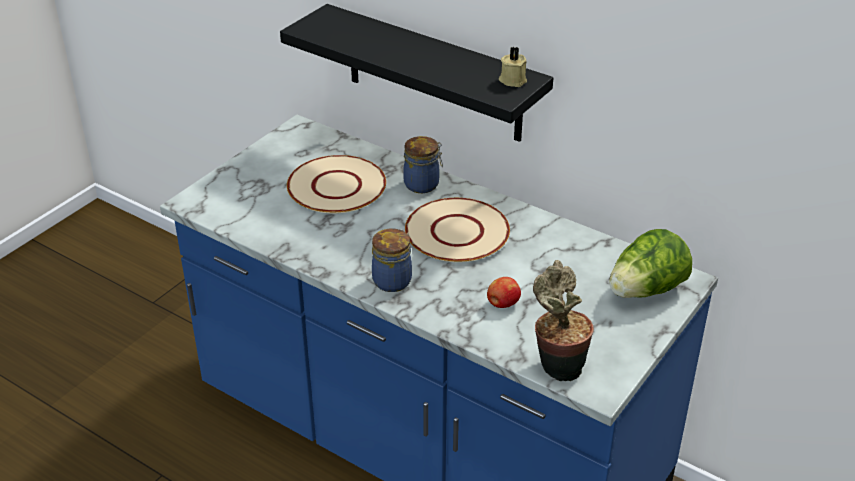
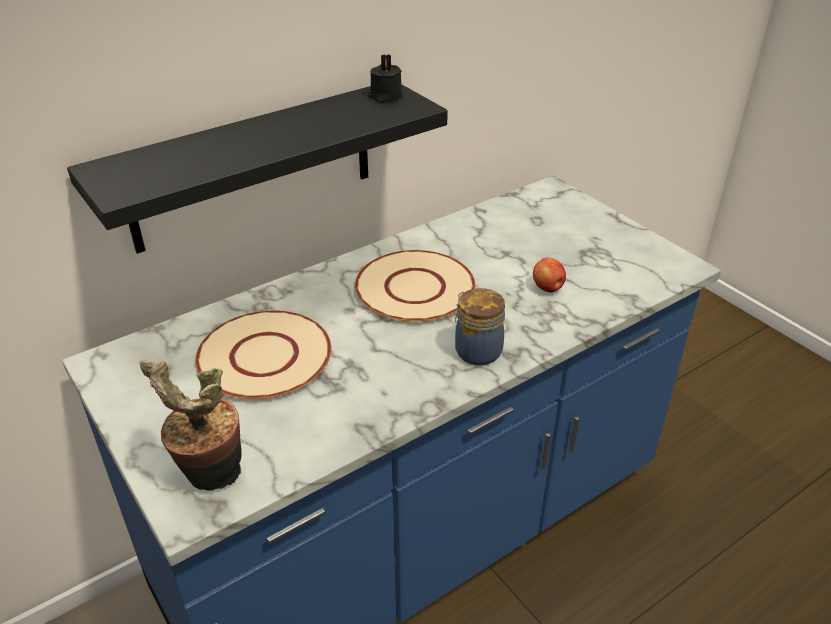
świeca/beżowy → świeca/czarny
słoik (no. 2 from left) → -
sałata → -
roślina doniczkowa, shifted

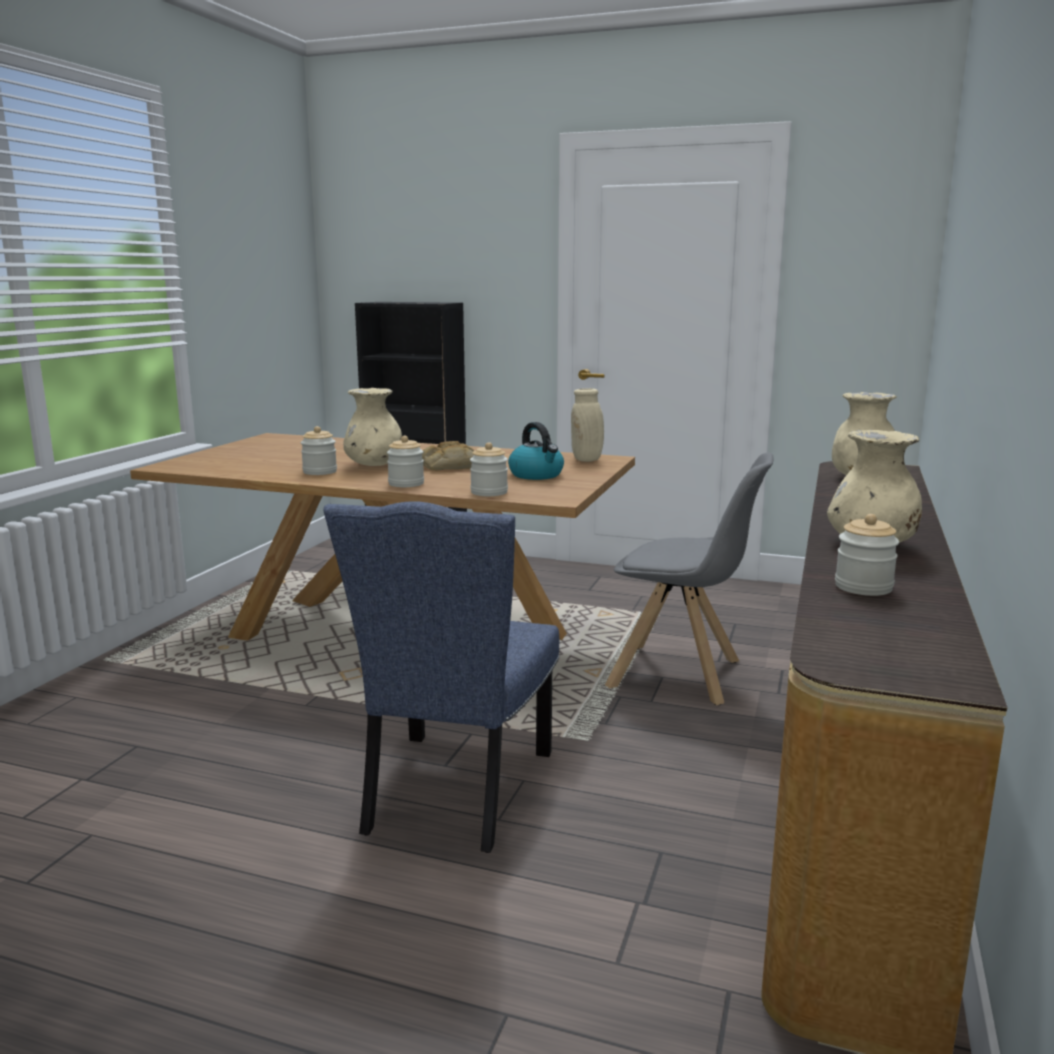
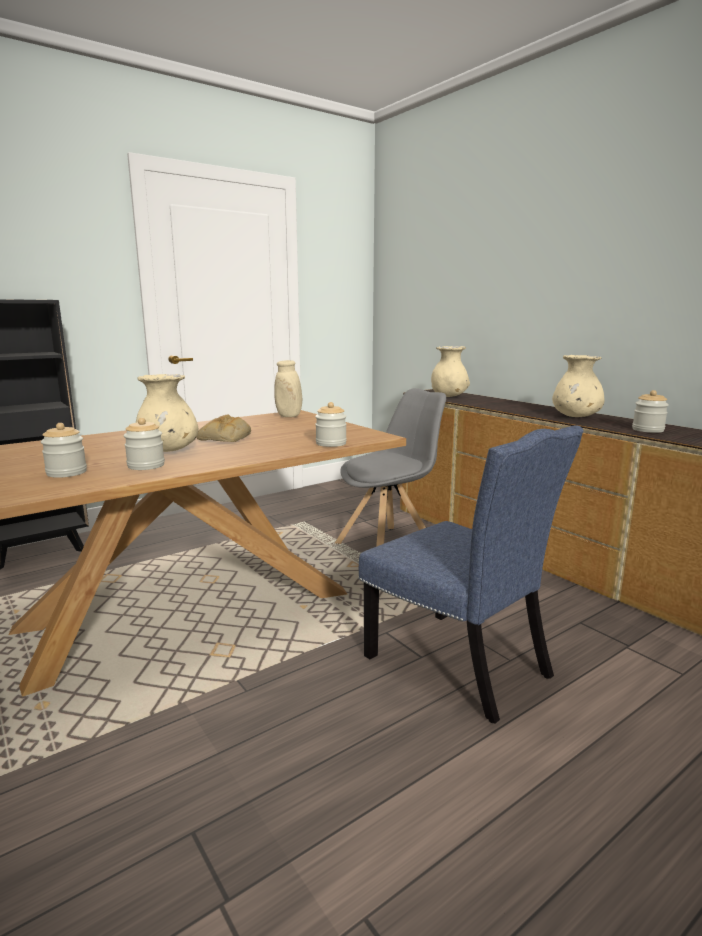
czajnik → -
słoik (no. 2 from left in the first image) → słoik (no. 1 from left), shifted

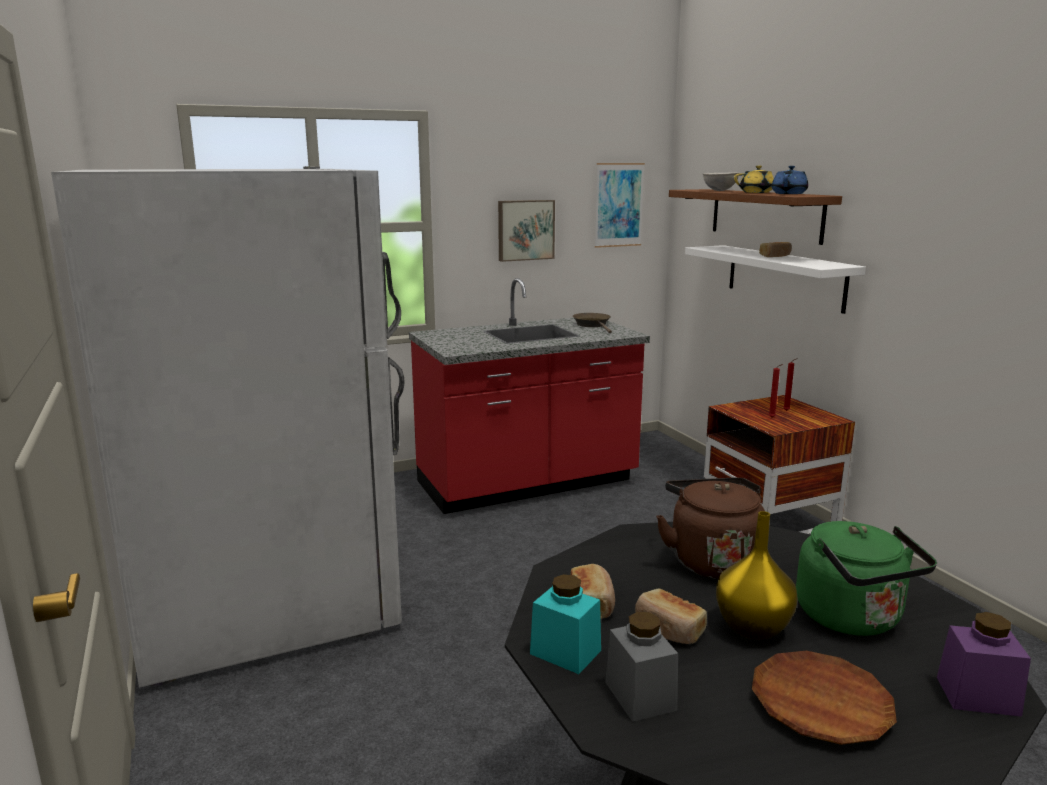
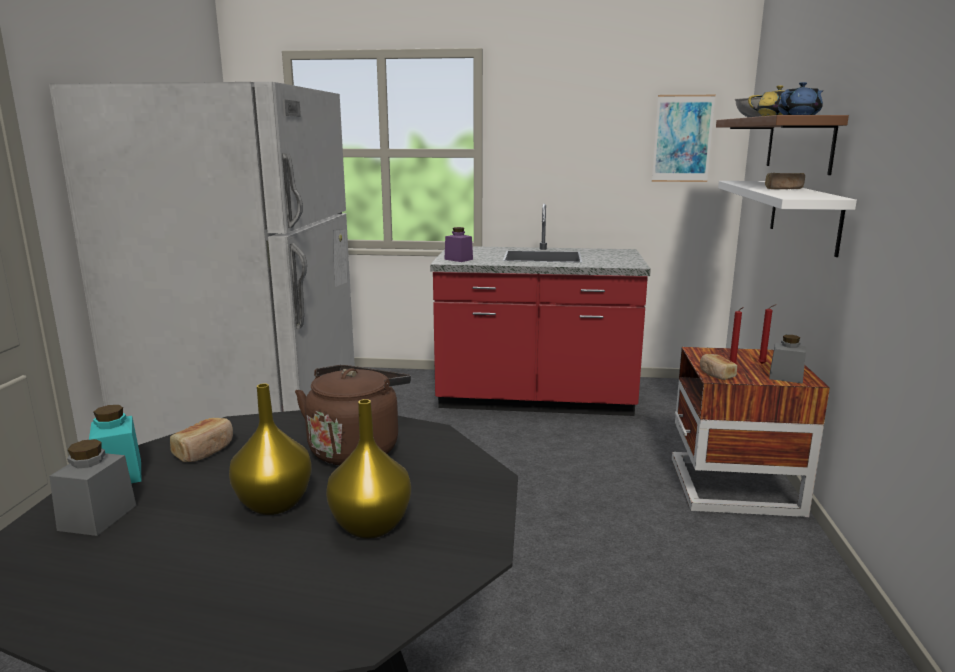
obraz (no. 1 from left) → -
patelnia/brązowy → -
czajnik/zielony → wazon/żółty (no. 2 from left)
chleb (no. 2 from left), shifted
słoik/fioletowy, shifted
talerz/brązowy → -
- → słoik/szary (no. 2 from left)

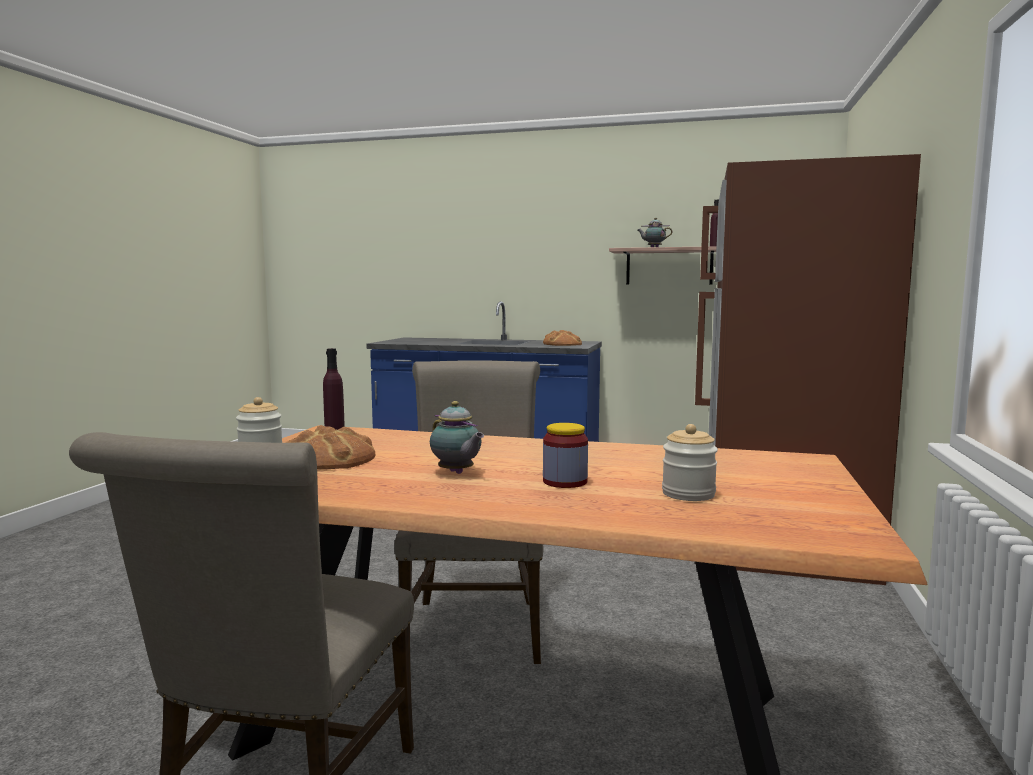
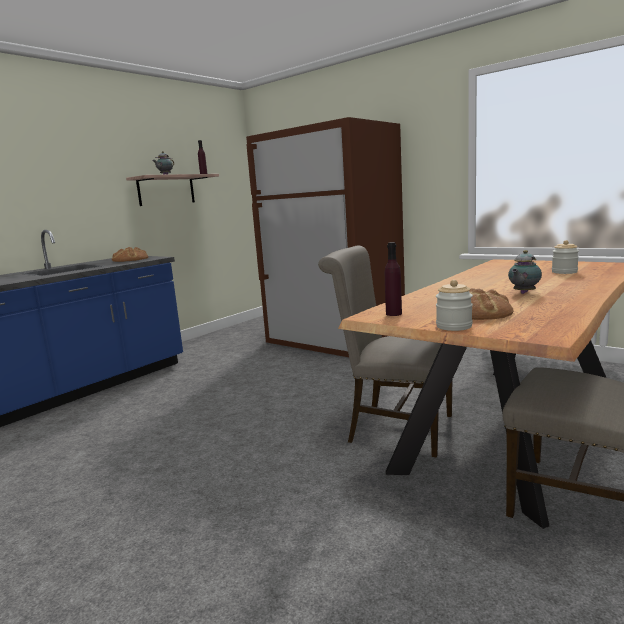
imbryk (no. 1 from left in the first image) → imbryk (no. 2 from left), 150 degrees clockwise
słoik (no. 2 from left) → -

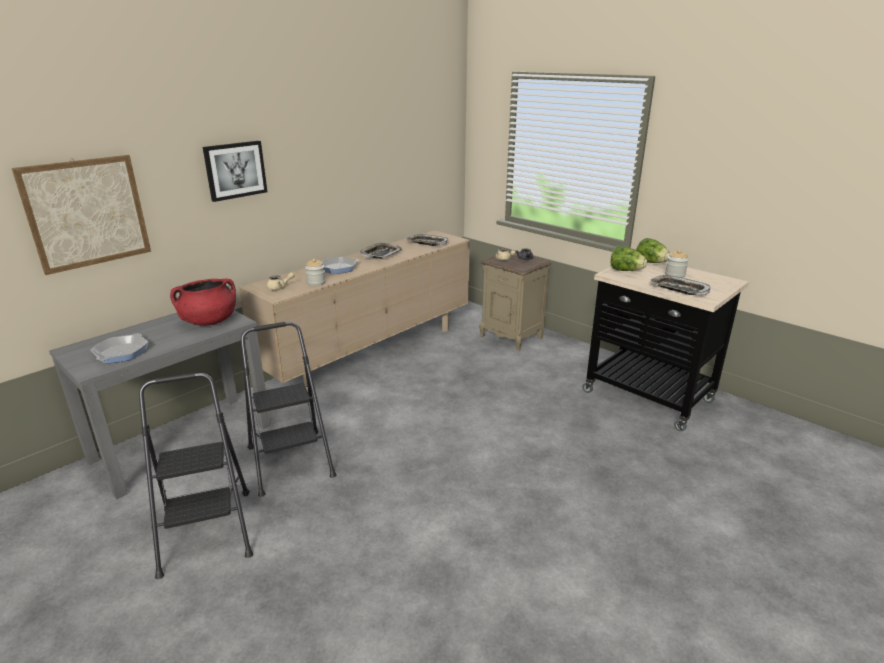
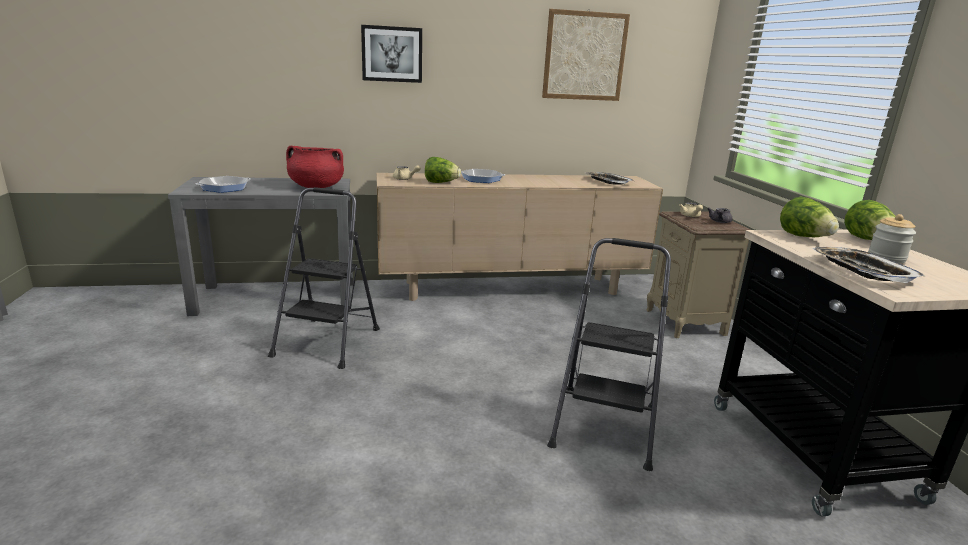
obraz (no. 1 from left in the first image) → obraz (no. 2 from left), shifted
taca (no. 1 from left) → -
słoik (no. 1 from left) → sałata (no. 1 from left)
drabinka/czarny (no. 1 from left in the first image) → drabinka/czarny (no. 2 from left), shifted

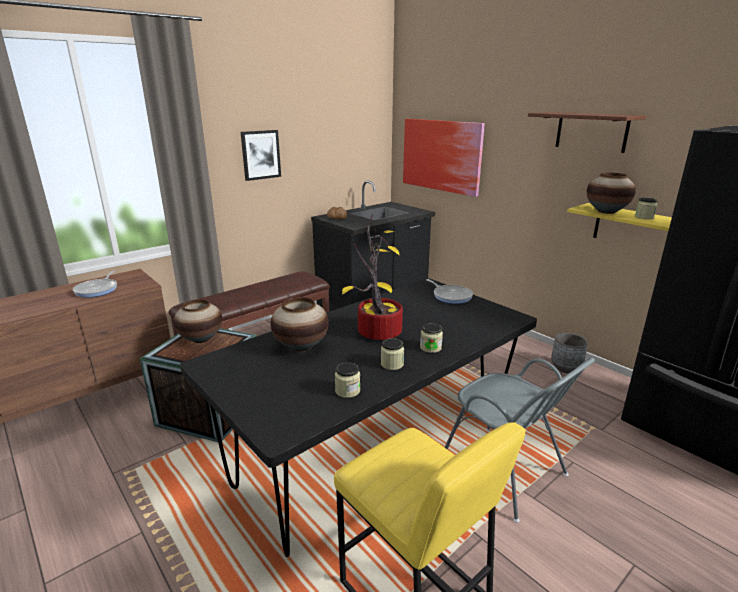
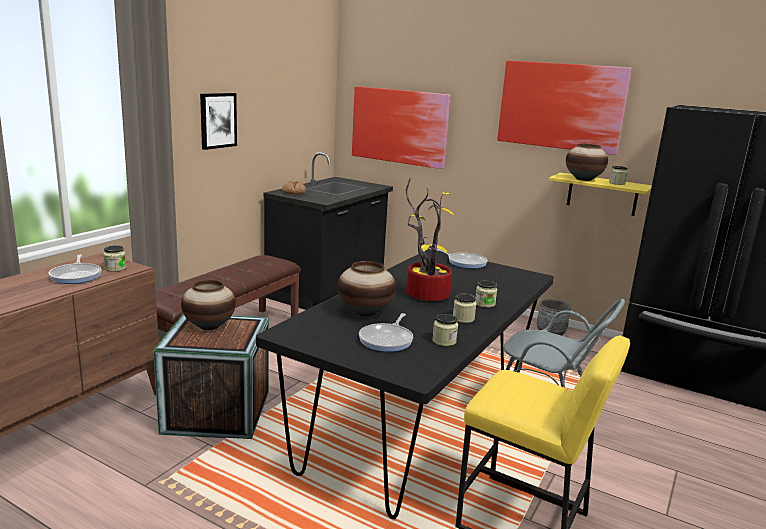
półka/brązowy → obraz (no. 3 from left)
- → słoik (no. 1 from left)
- → patelnia (no. 2 from left)

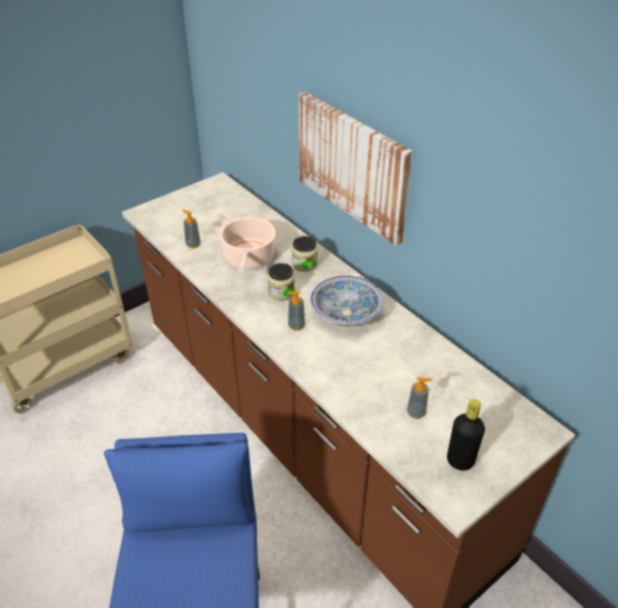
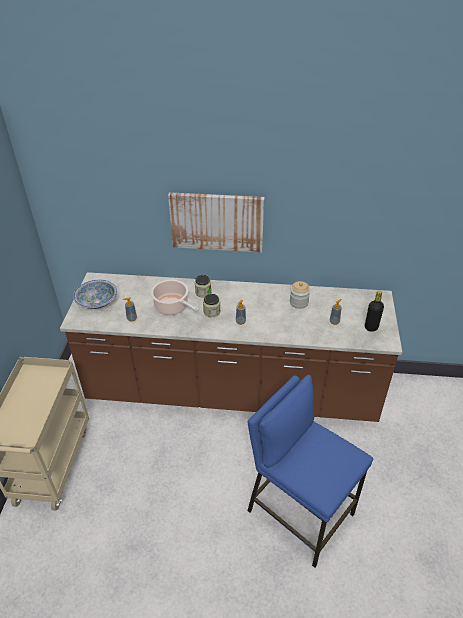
miska, shifted
- → słoik (no. 3 from left)

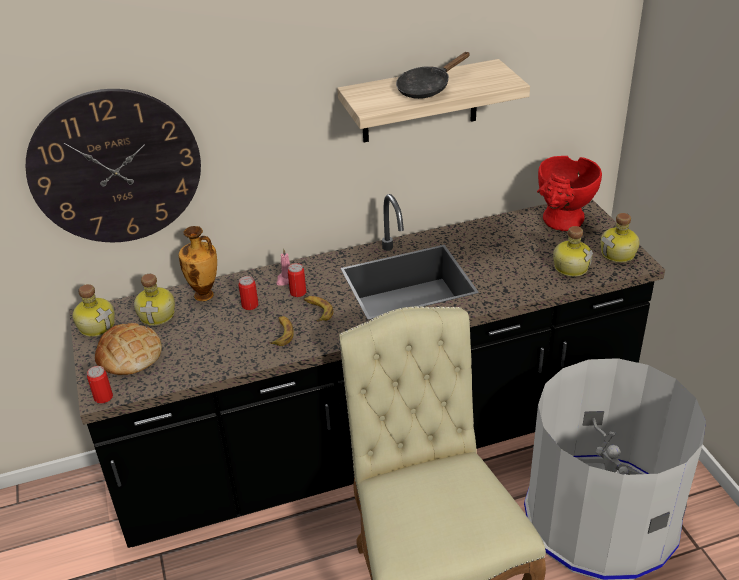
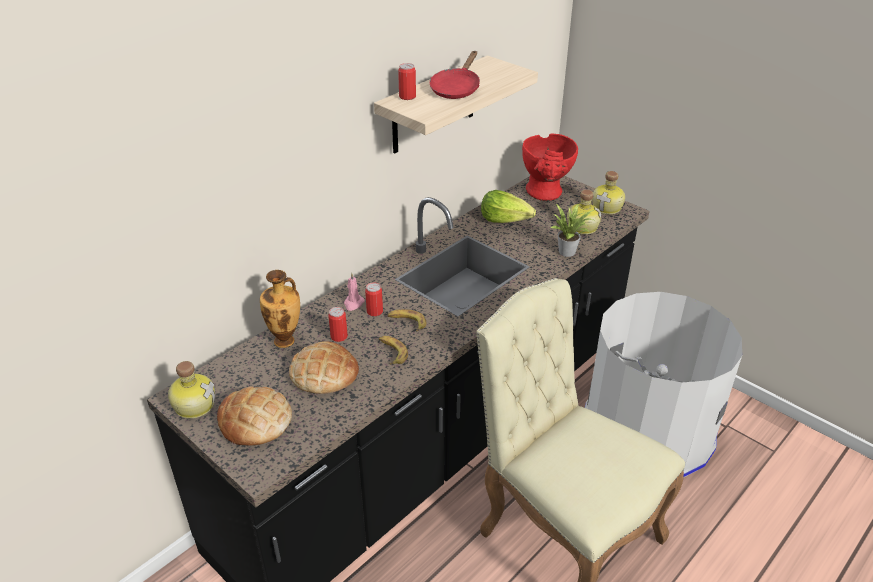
patelnia/czarny → patelnia/czerwony
zegar ścienny → -
butelka (no. 2 from left) → -
puszka (no. 1 from left in the first image) → puszka (no. 3 from left), shifted
- → sałata
- → roślina doniczkowa
- → chleb (no. 2 from left)

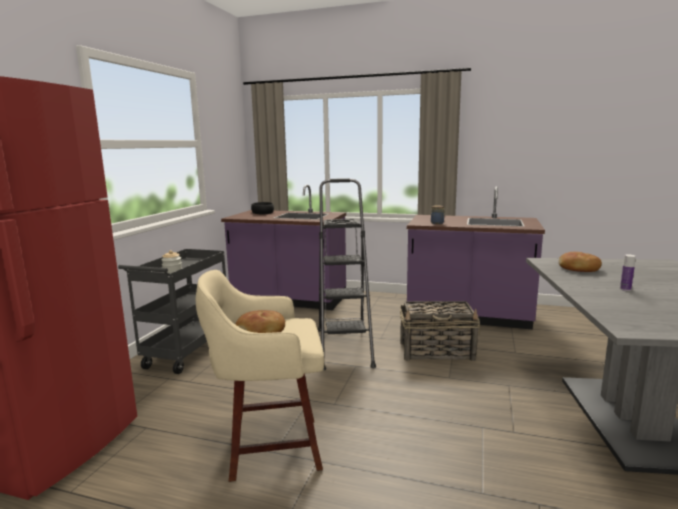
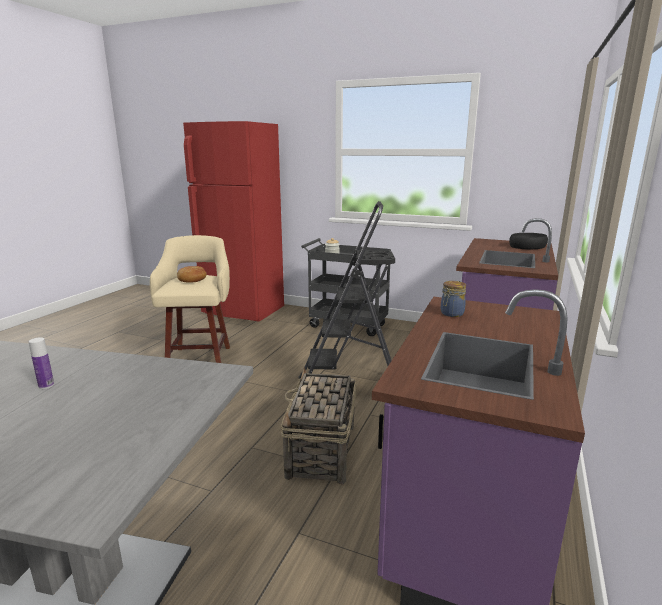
chleb (no. 2 from left) → -

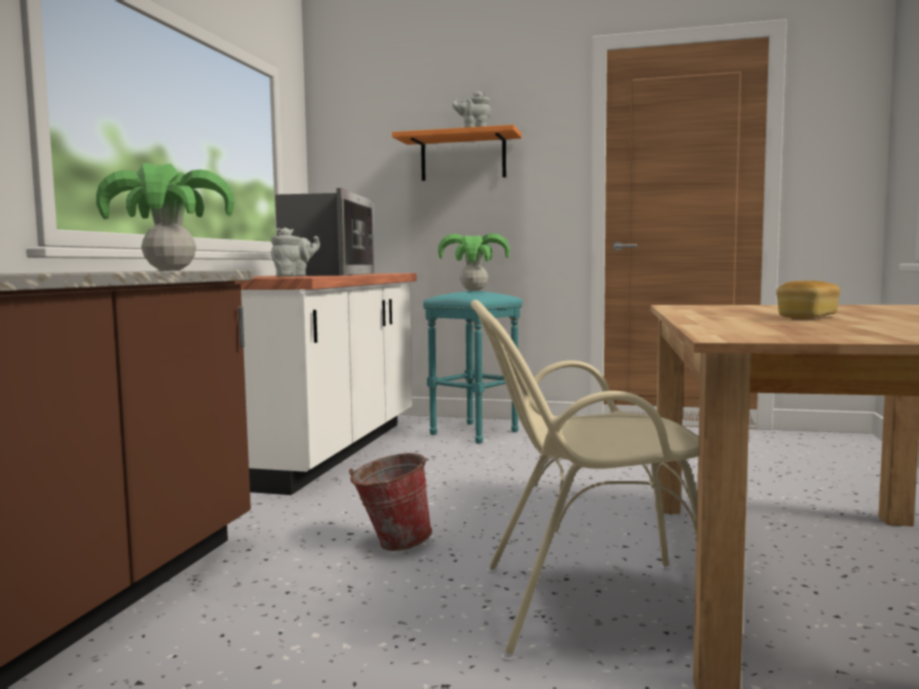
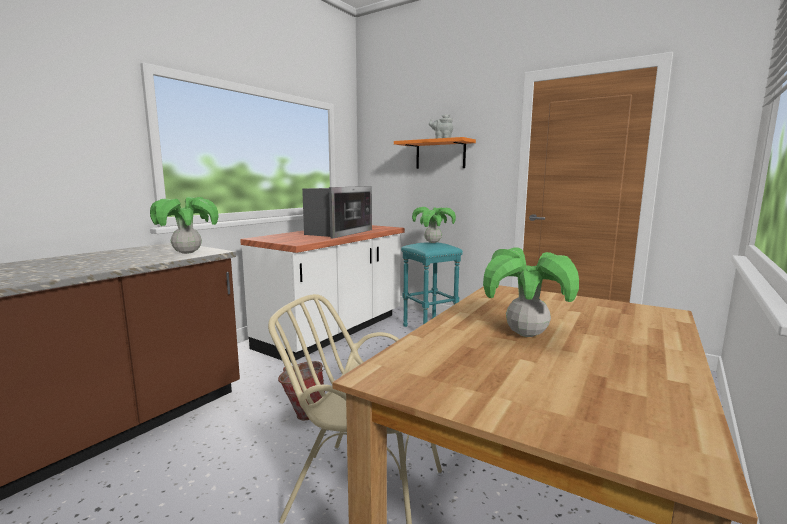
imbryk/szary (no. 1 from left) → -
chleb → roślina doniczkowa (no. 3 from left)

